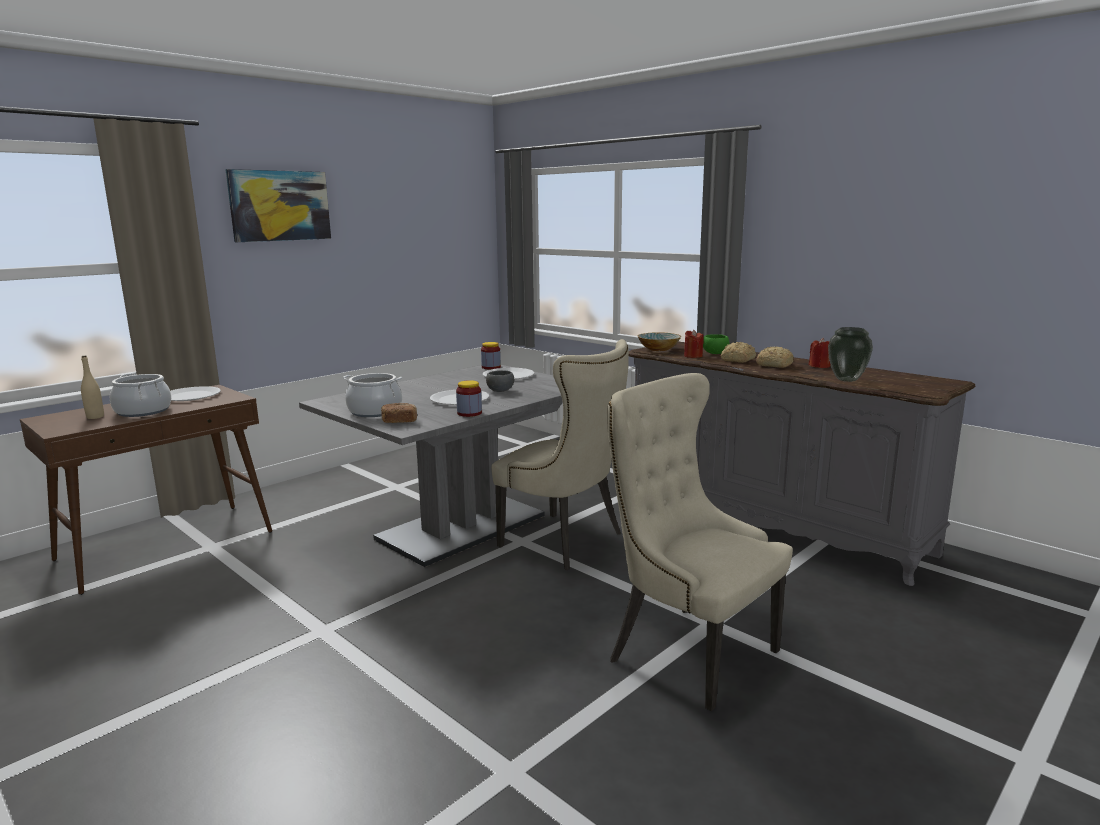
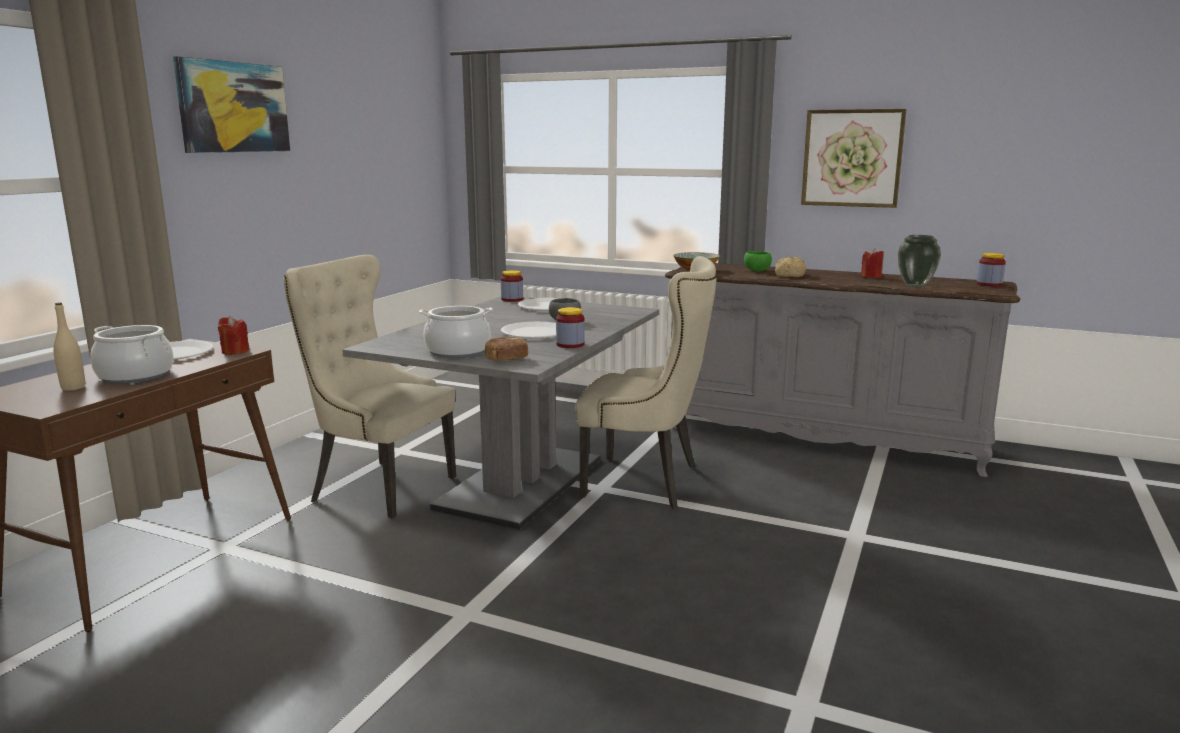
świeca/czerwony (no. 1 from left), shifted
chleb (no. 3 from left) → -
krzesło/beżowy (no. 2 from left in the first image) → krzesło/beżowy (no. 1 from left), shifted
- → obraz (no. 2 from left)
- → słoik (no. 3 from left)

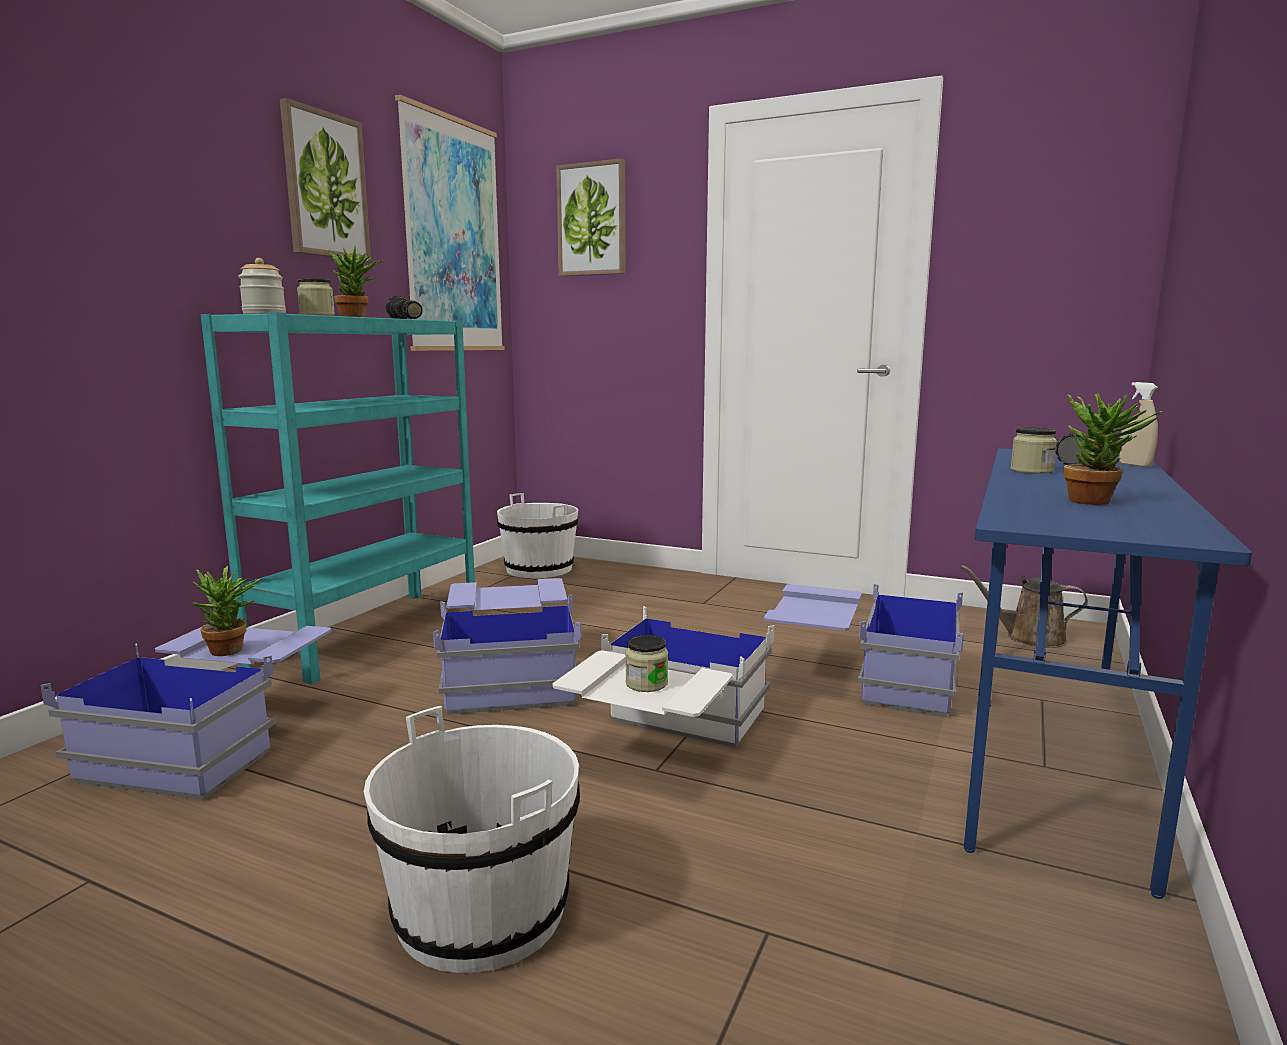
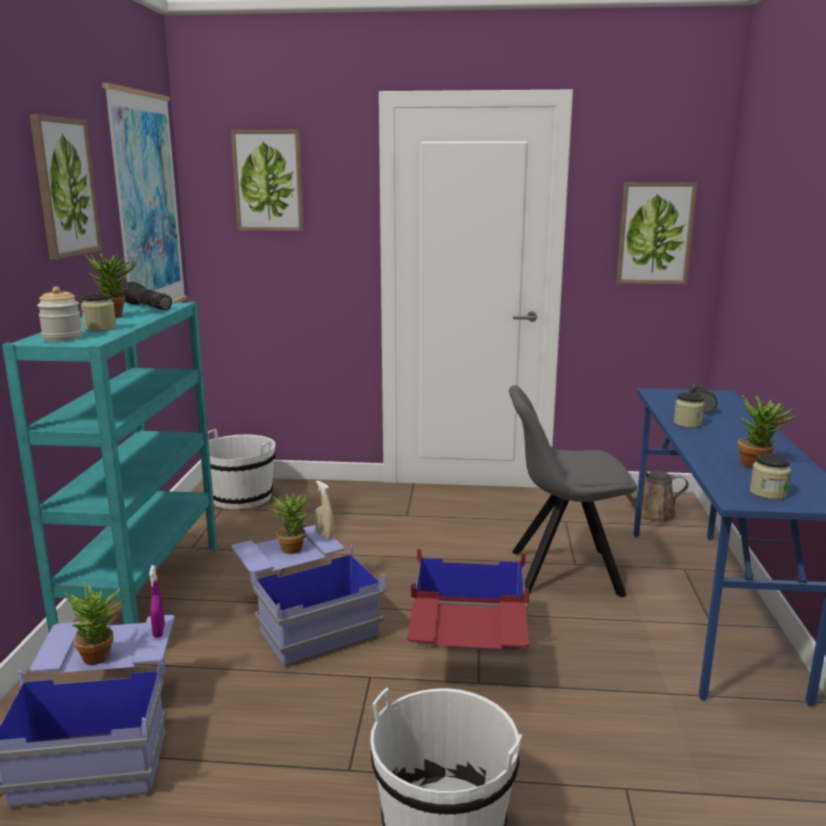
spryskiwacz/beżowy, shifted
pojemnik do przechowywania/niebieski (no. 3 from left) → krzesło/szary
pojemnik do przechowywania/biały → pojemnik do przechowywania/czerwony
słoik (no. 3 from left in the first image) → słoik (no. 4 from left), shifted
- → obraz (no. 4 from left)
- → roślina doniczkowa (no. 3 from left)
- → spryskiwacz/fioletowy

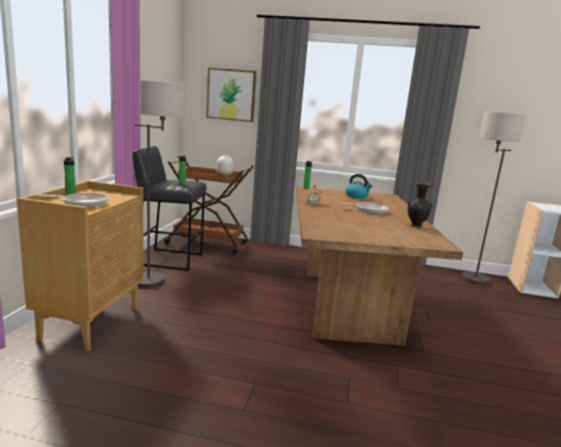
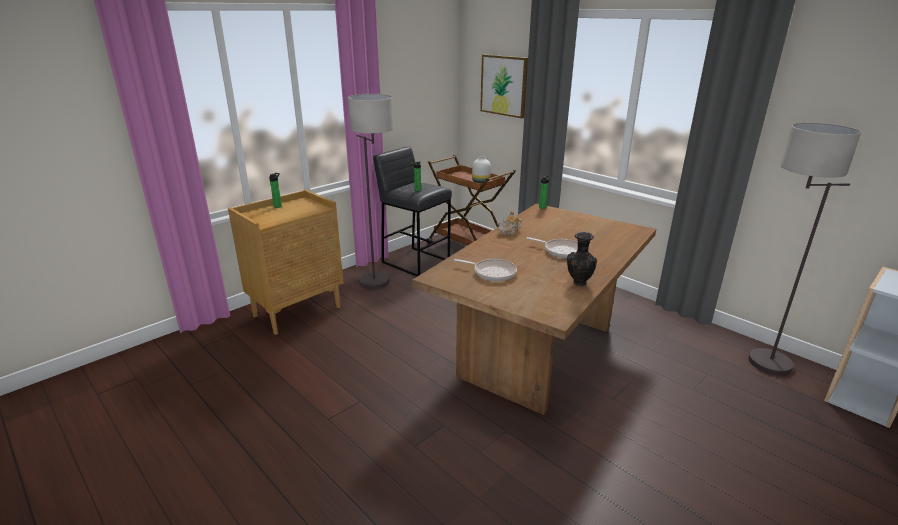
czajnik → -
patelnia (no. 1 from left), shifted

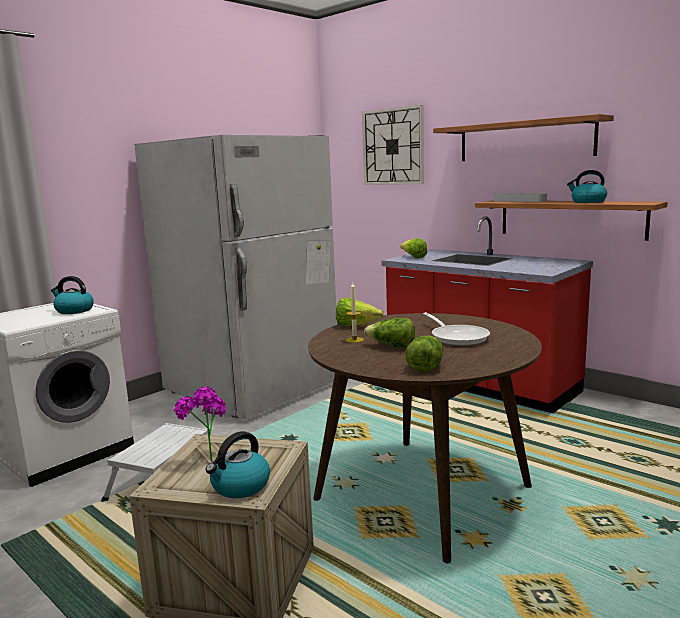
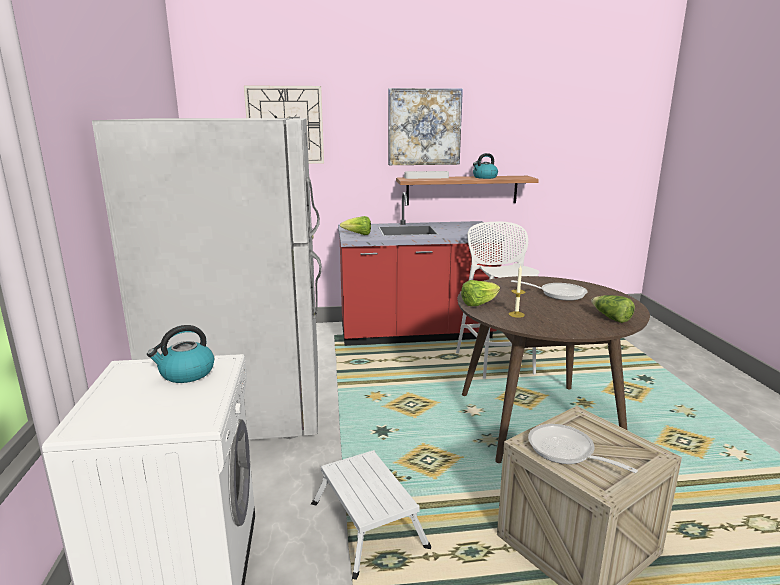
półka (no. 1 from left) → obraz
sałata (no. 2 from left) → -
roślina doniczkowa → patelnia (no. 2 from left)
czajnik (no. 2 from left) → -
- → stołek/biały

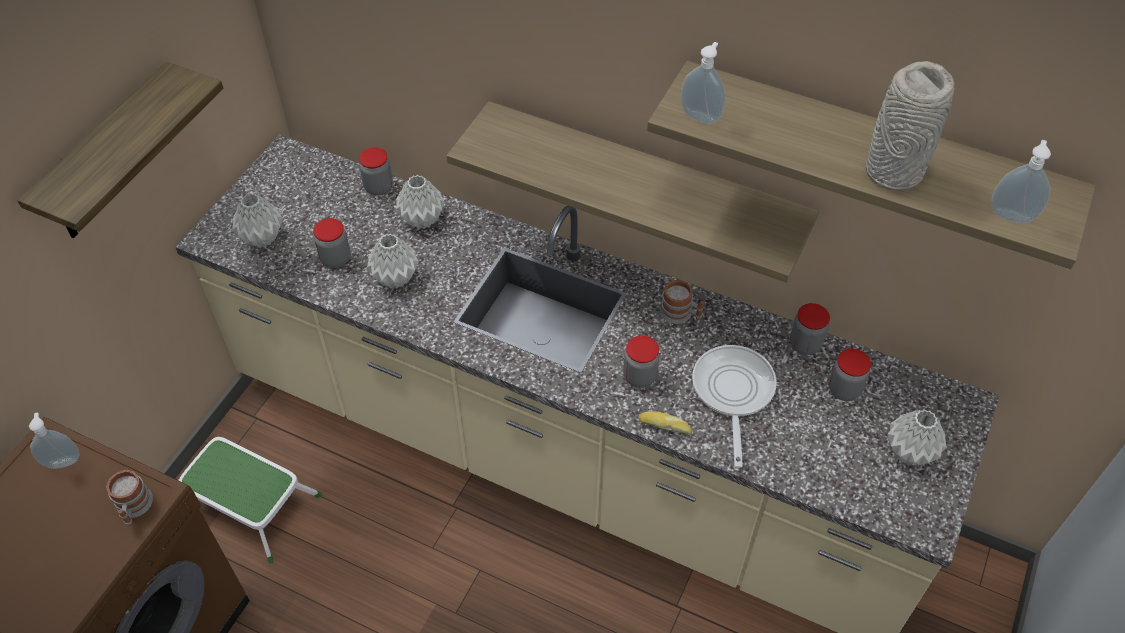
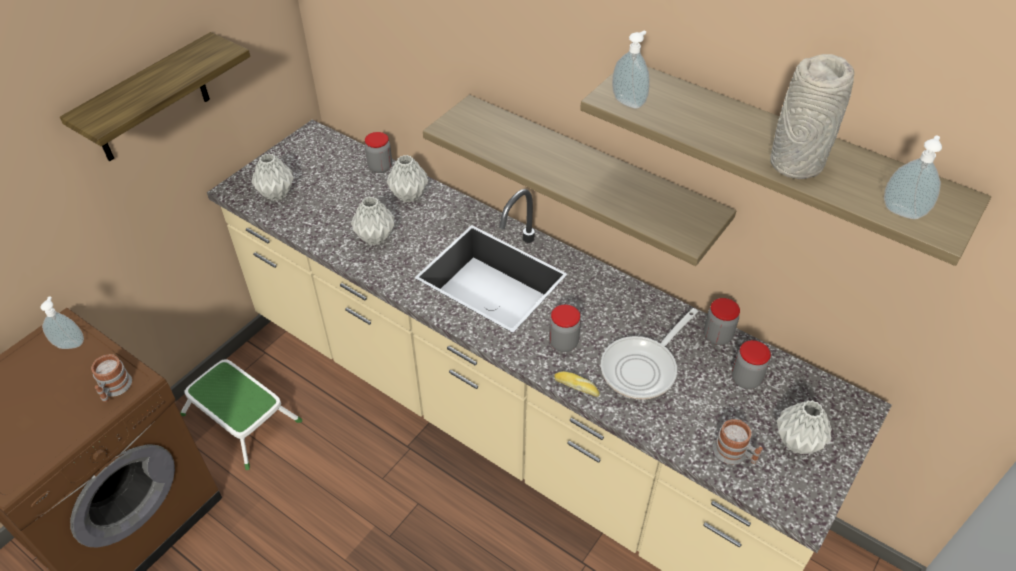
słoik (no. 1 from left) → -
kubek (no. 2 from left), shifted
patelnia, 150 degrees counterclockwise

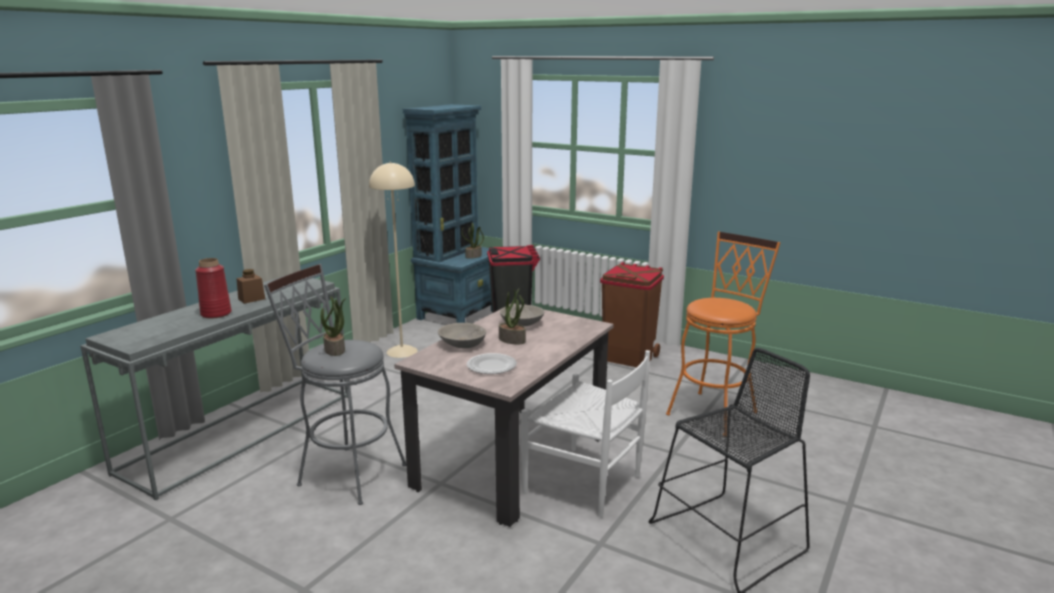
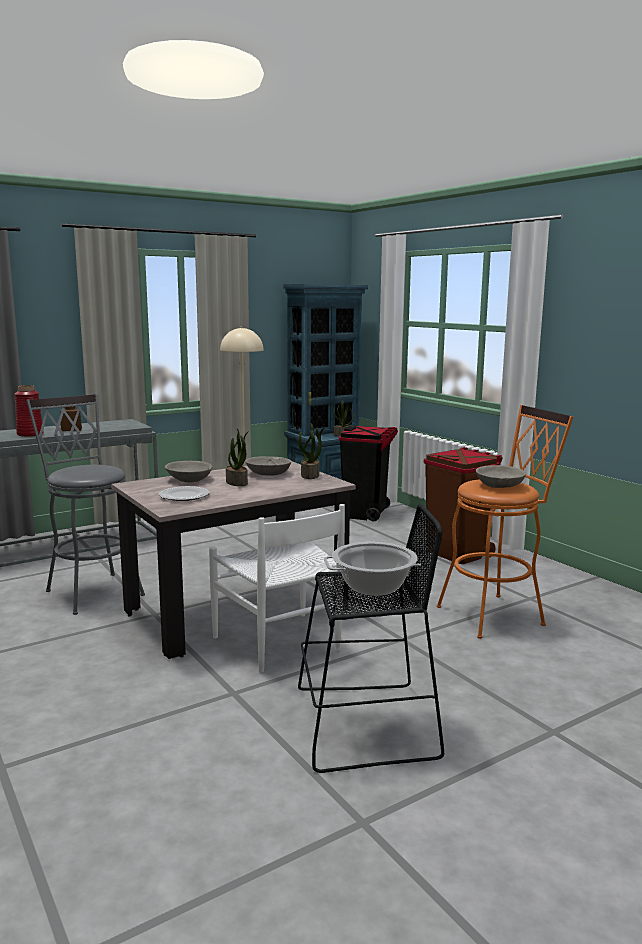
roślina doniczkowa (no. 1 from left in the first image) → roślina doniczkowa (no. 2 from left), shifted
- → miska/szary (no. 3 from left)
- → garnek

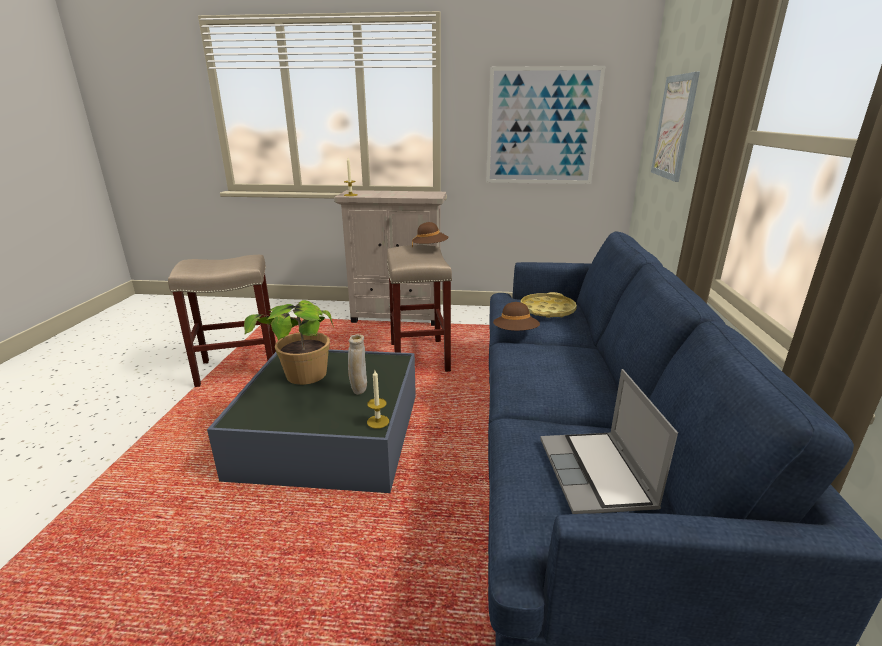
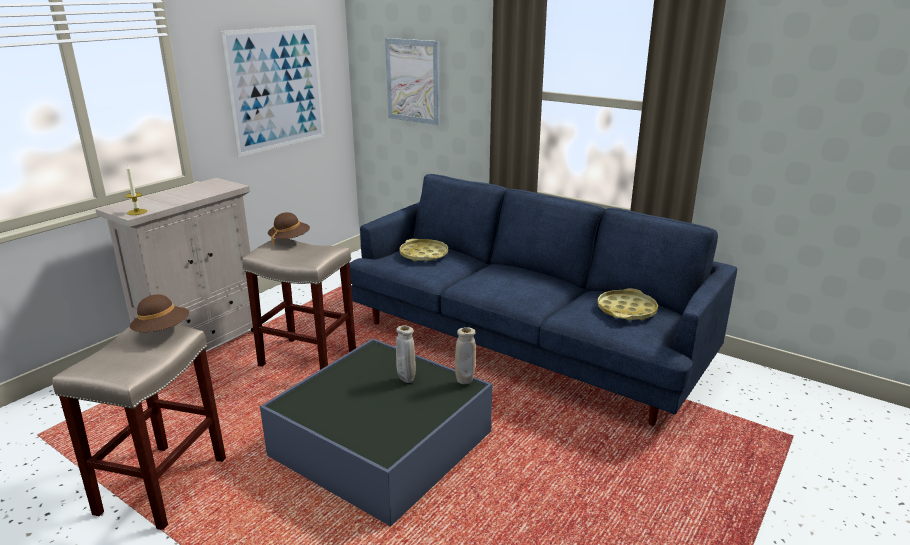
roślina doniczkowa → -
kapelusz/brązowy (no. 2 from left in the first image) → kapelusz/brązowy (no. 1 from left), shifted
laptop → taca/żółty (no. 2 from left)
świeca (no. 2 from left) → wazon/beżowy (no. 2 from left)

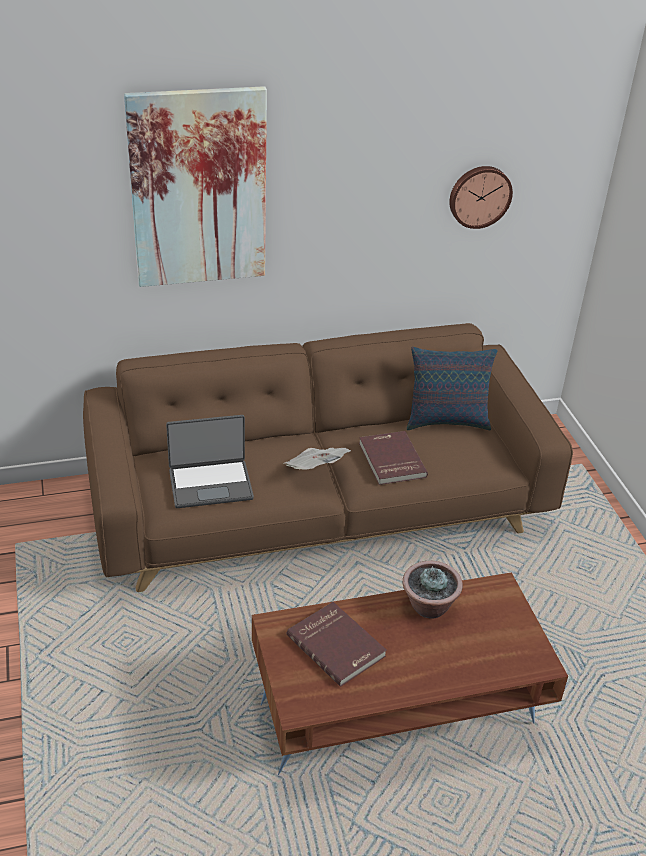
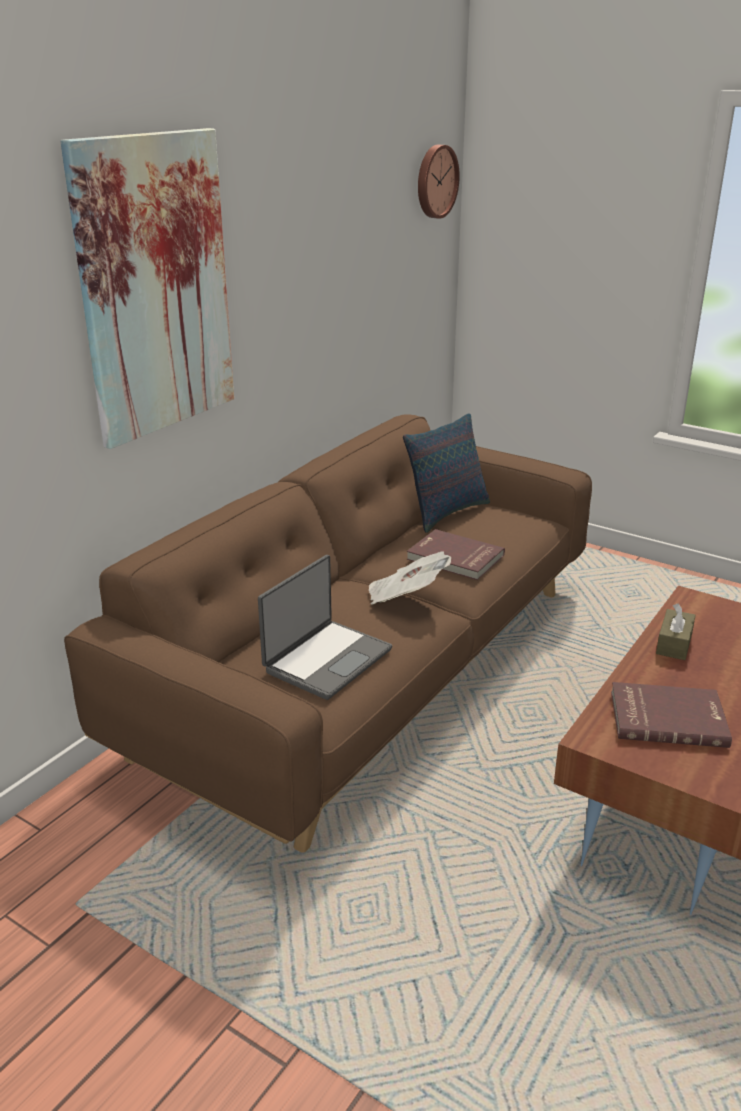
zegar ścienny, shifted
roślina doniczkowa → pudełko chusteczek/brązowy

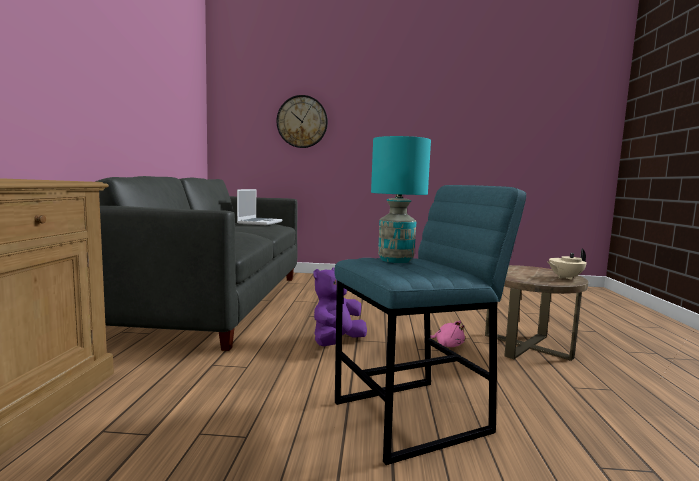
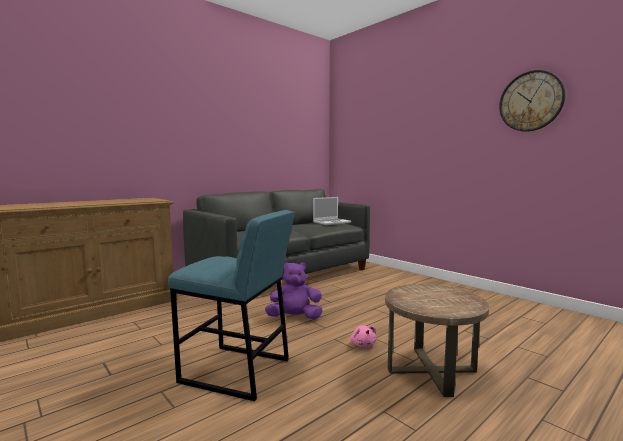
zegar ścienny, shifted
lampa stołowa/turkusowy → -
imbryk/beżowy → -

